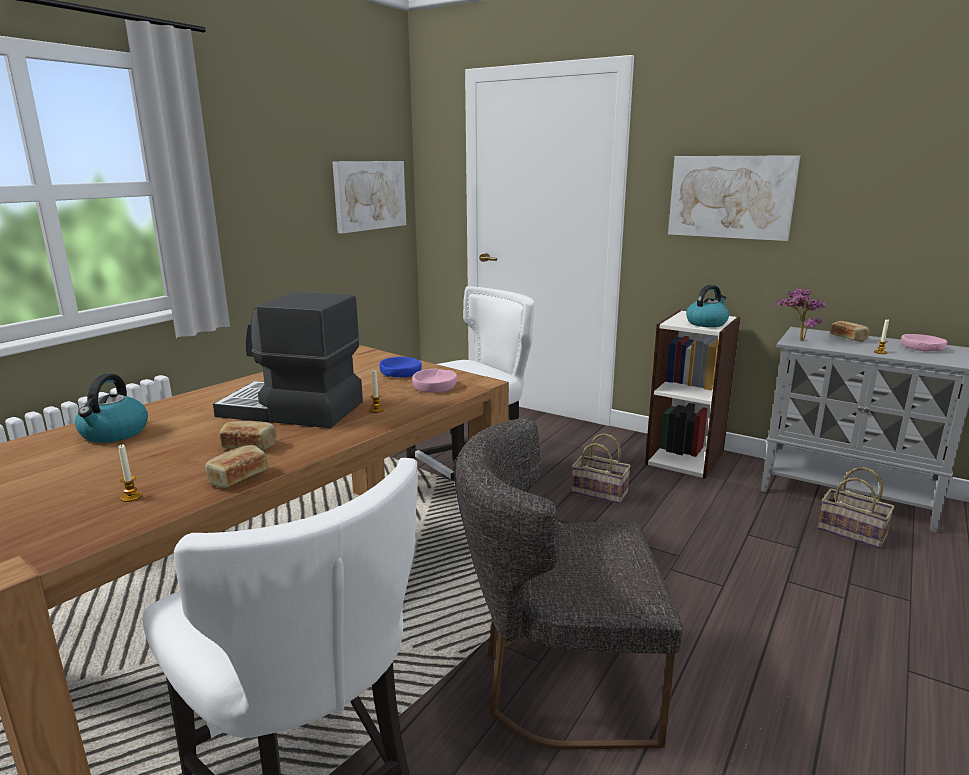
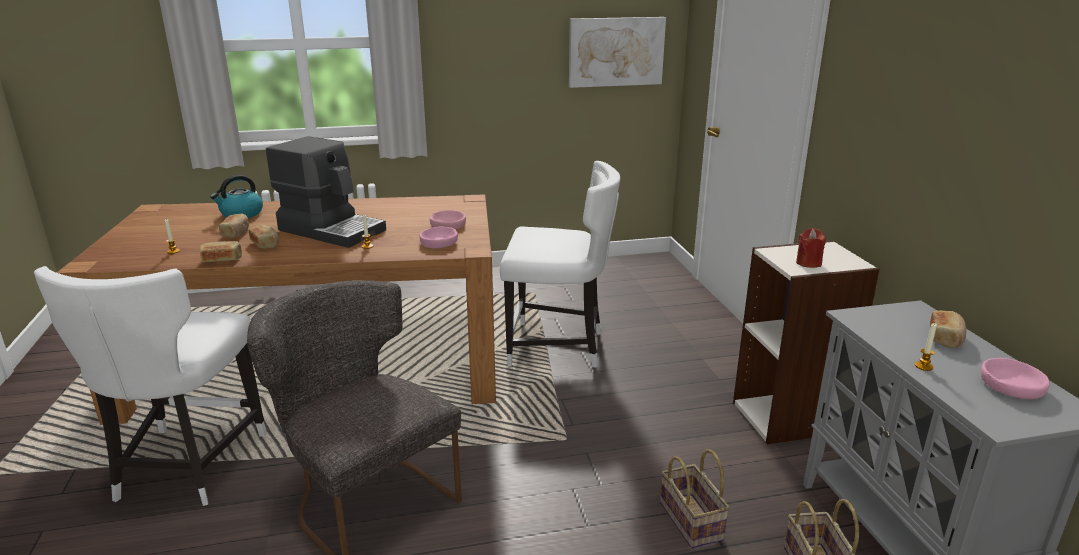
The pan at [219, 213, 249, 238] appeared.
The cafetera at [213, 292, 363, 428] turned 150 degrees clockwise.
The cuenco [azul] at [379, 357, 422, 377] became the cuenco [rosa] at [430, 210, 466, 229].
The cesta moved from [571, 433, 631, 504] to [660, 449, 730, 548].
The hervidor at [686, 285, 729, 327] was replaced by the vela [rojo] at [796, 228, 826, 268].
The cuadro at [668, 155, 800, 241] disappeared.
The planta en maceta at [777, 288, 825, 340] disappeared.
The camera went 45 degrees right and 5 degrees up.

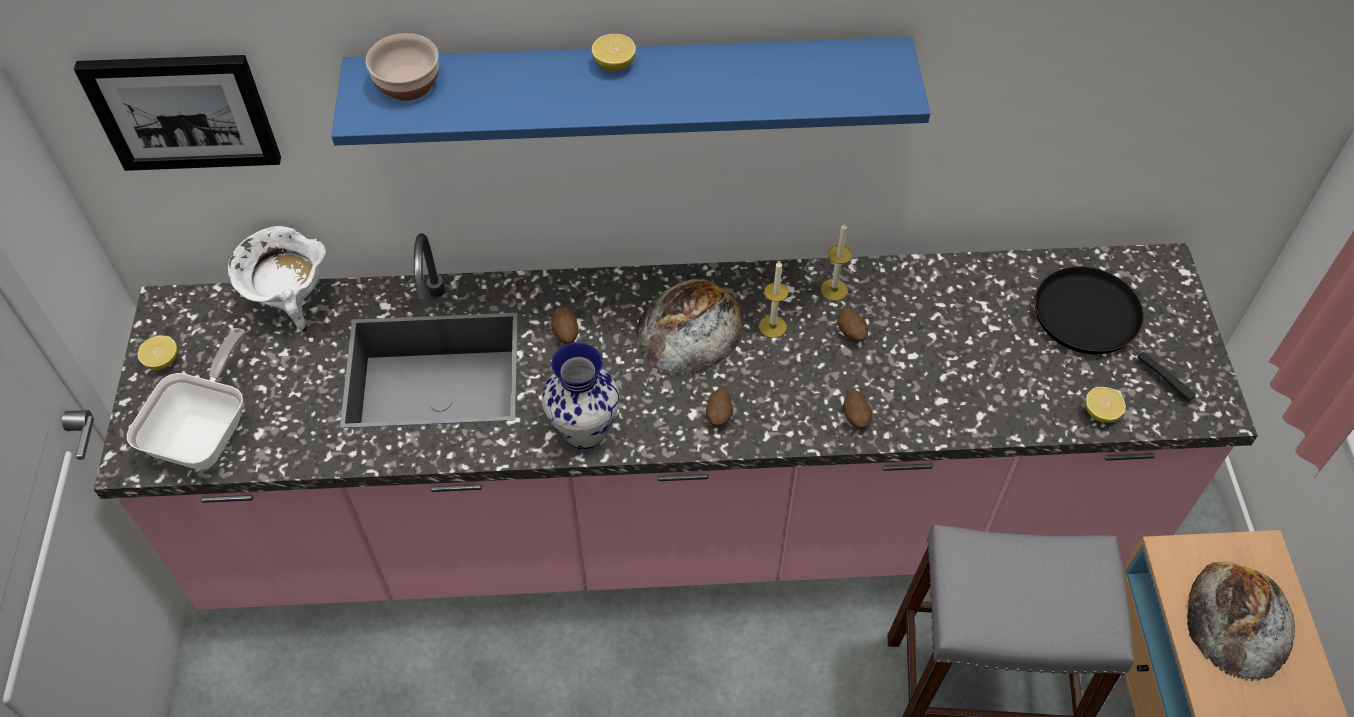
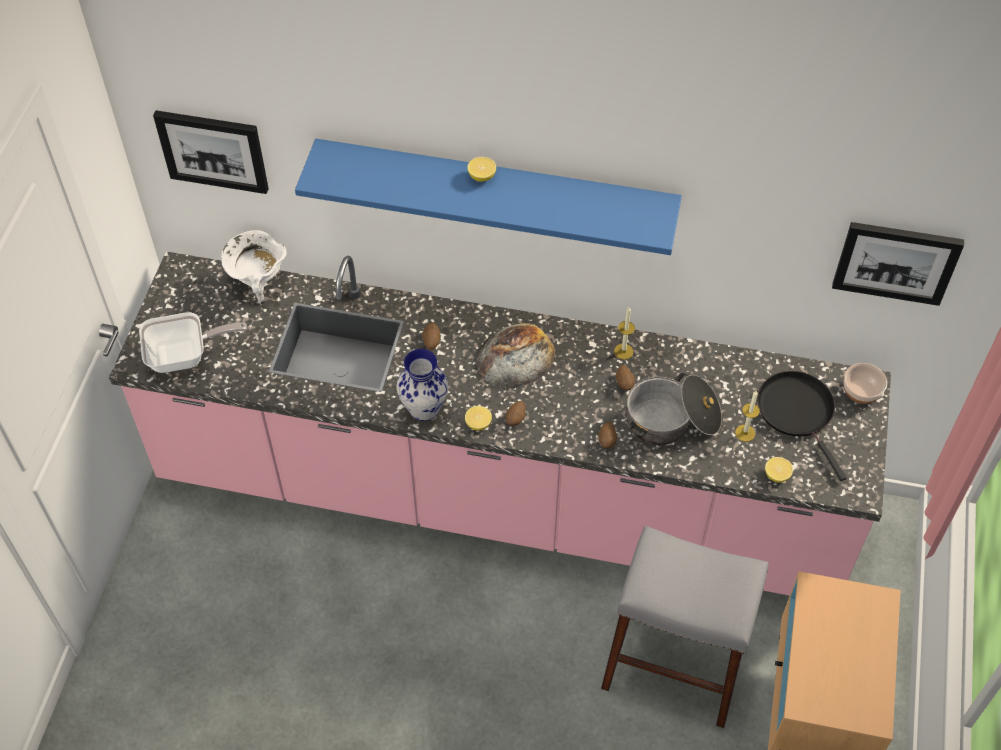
The sartén at [127, 328, 245, 470] turned 45 degrees clockwise.
The limón moved from [137, 336, 177, 370] to [465, 406, 492, 430].
The olla at [627, 373, 722, 445] appeared.
The vela moved from [759, 260, 788, 338] to [735, 391, 760, 442].
The cuadro at [832, 222, 964, 306] appeared.
The cuenco moved from [366, 33, 439, 101] to [844, 363, 887, 404].
The pan at [1187, 562, 1295, 681] disappeared.
The camera went 15 degrees right and 0 degrees up.

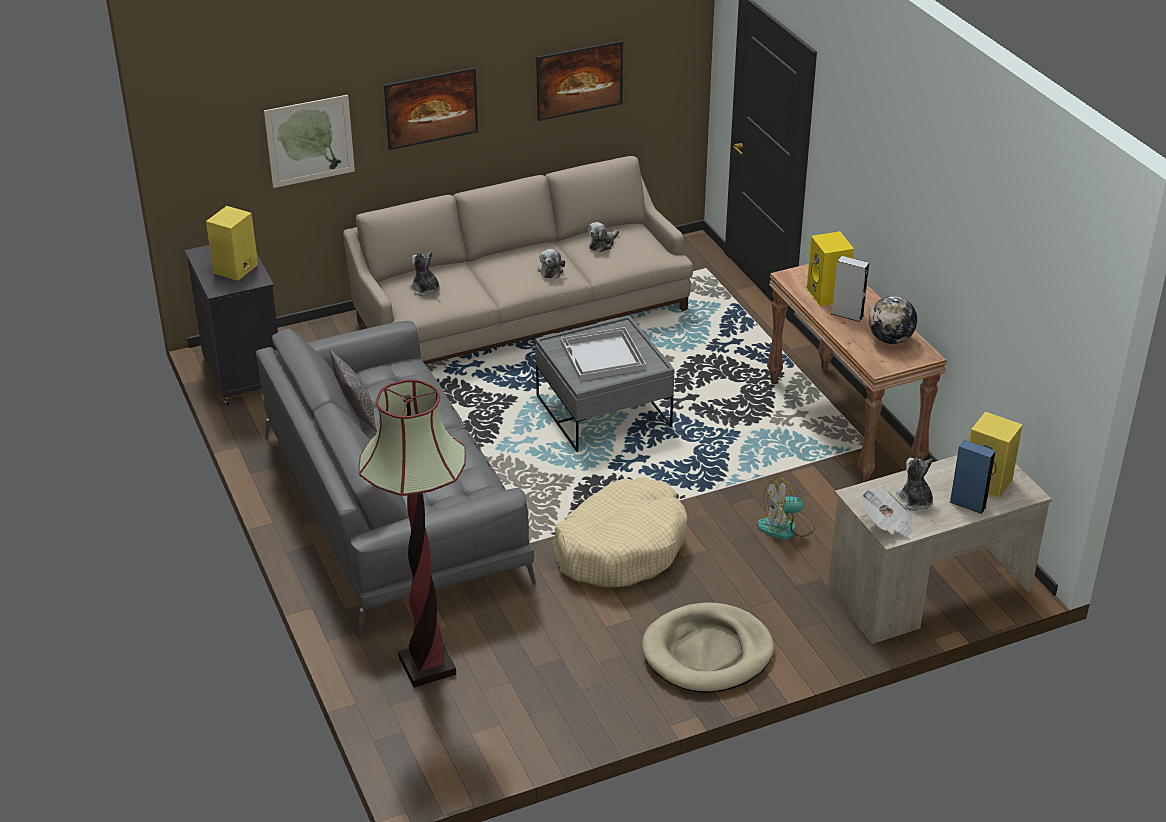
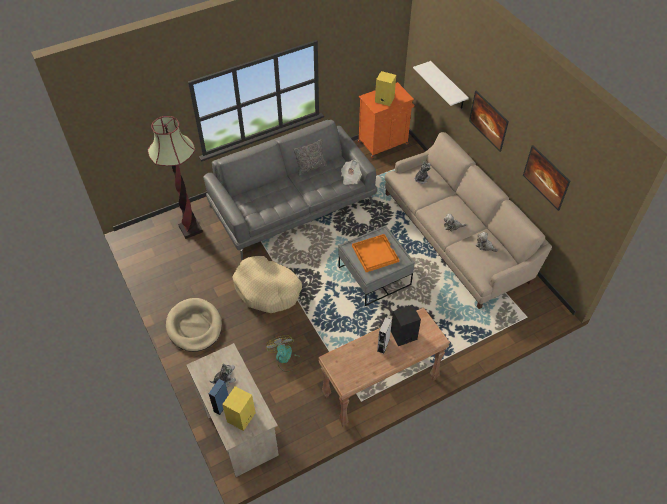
The periódico moved from [862, 487, 913, 538] to [341, 160, 362, 185].
The bandeja [blanco] at [561, 327, 646, 381] became the bandeja [naranja] at [352, 234, 399, 272].
The armario [negro] at [185, 245, 278, 405] became the armario [naranja] at [358, 82, 414, 158].
The altavoz [amarillo] at [807, 231, 854, 306] became the altavoz [negro] at [391, 305, 421, 346].
The cuadro at [264, 95, 355, 188] was replaced by the estante [blanco] at [413, 61, 469, 108].
The globo terráqueo at [869, 296, 917, 344] disappeared.
The camera went 85 degrees right and 15 degrees up.

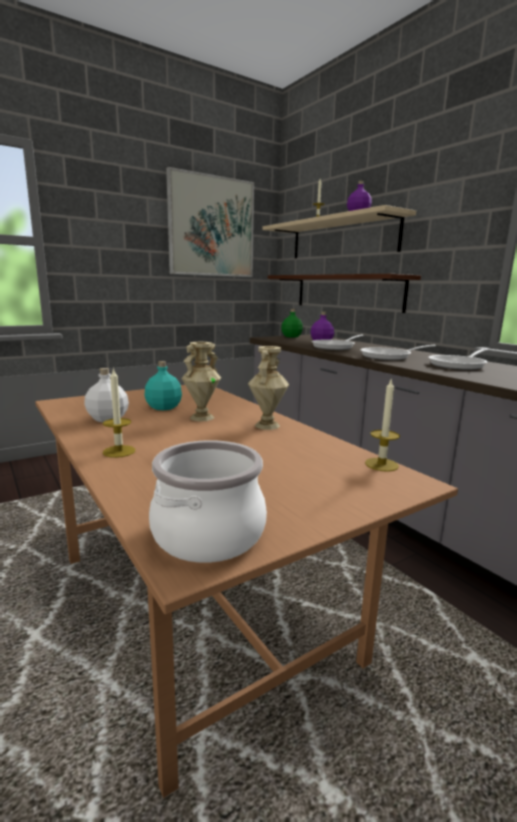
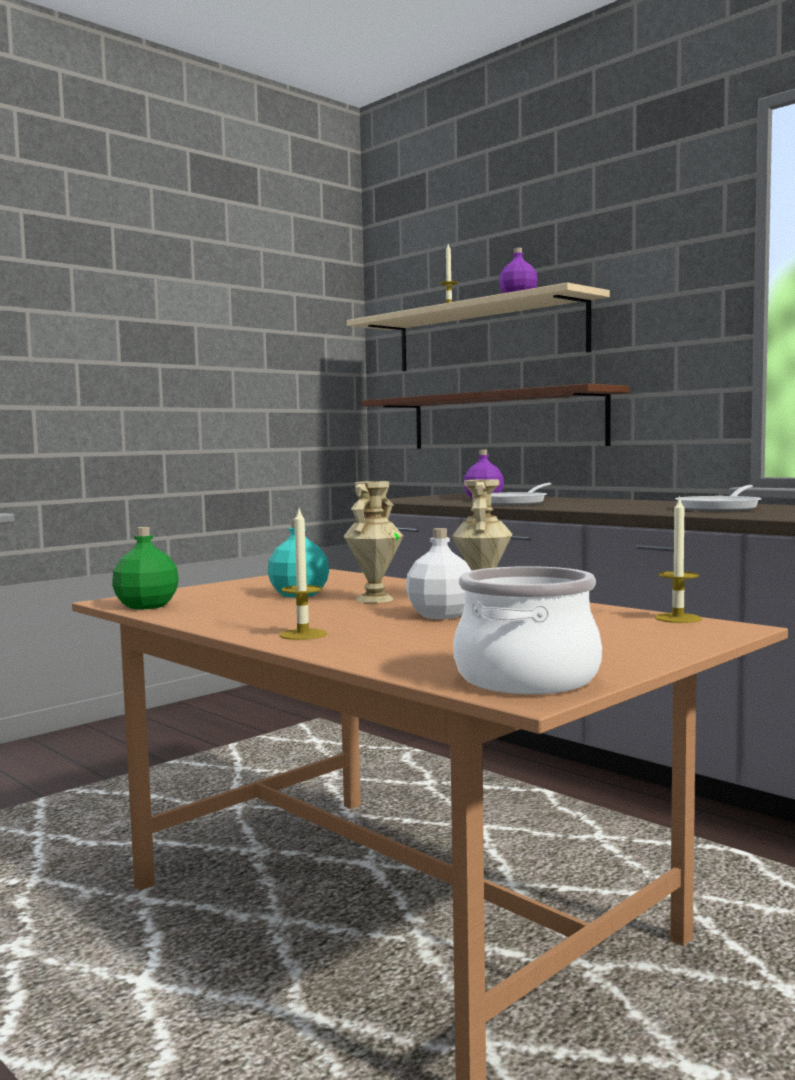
The botella [verde] moved from [281, 309, 303, 338] to [112, 527, 179, 609].
The botella [blanco] moved from [84, 368, 129, 422] to [406, 528, 472, 619].
The cuadro at [166, 167, 254, 277] disappeared.
The sartén at [360, 345, 436, 360] disappeared.
The camera went 10 degrees left and 10 degrees down.

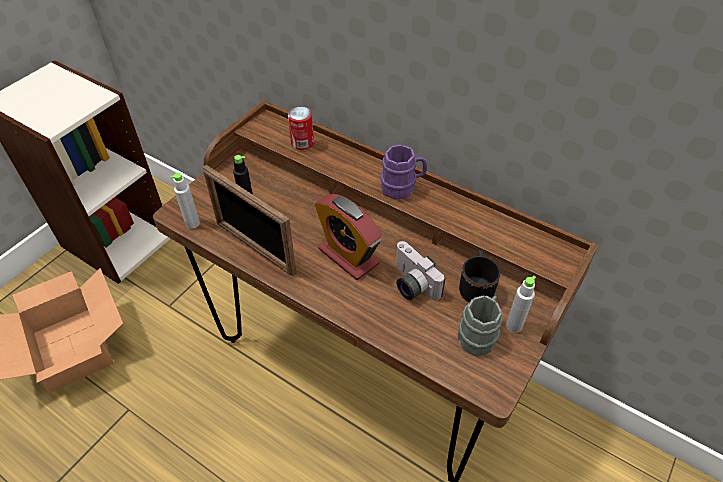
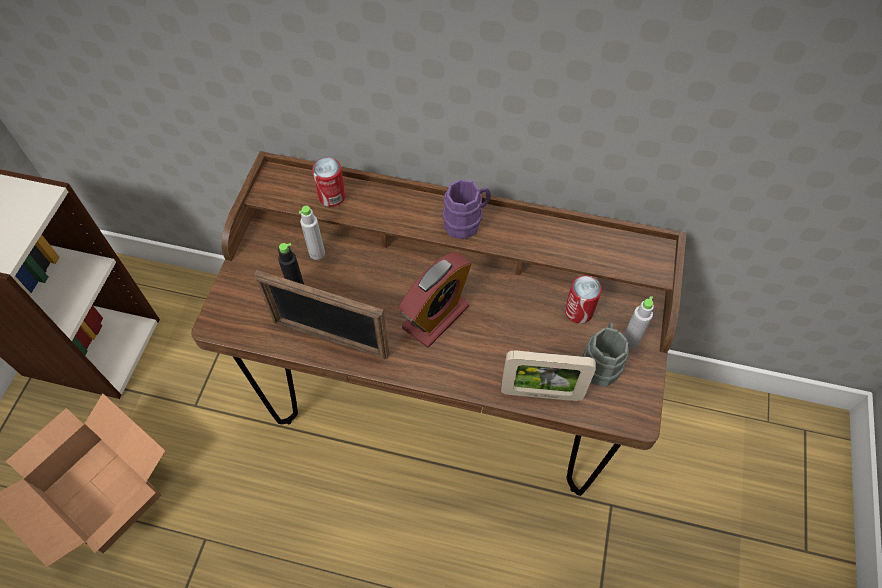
The botella [gris] moved from [171, 173, 200, 229] to [299, 206, 325, 260].
The despertador at [315, 194, 382, 280] turned 75 degrees counterclockwise.
The portarretratos at [501, 350, 596, 401] appeared.
The taza grande [negro] at [459, 250, 500, 302] was replaced by the lata at [565, 275, 602, 323].
The cámara at [396, 241, 445, 300] disappeared.
The camera went 20 degrees left and 10 degrees up.

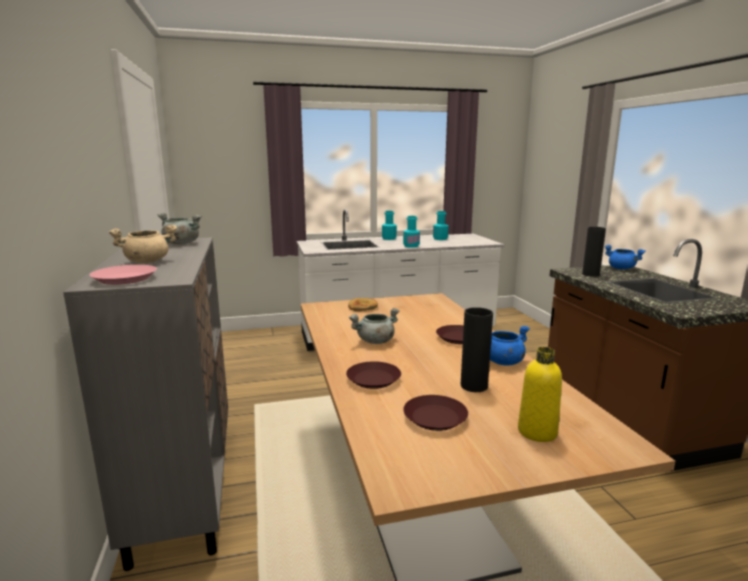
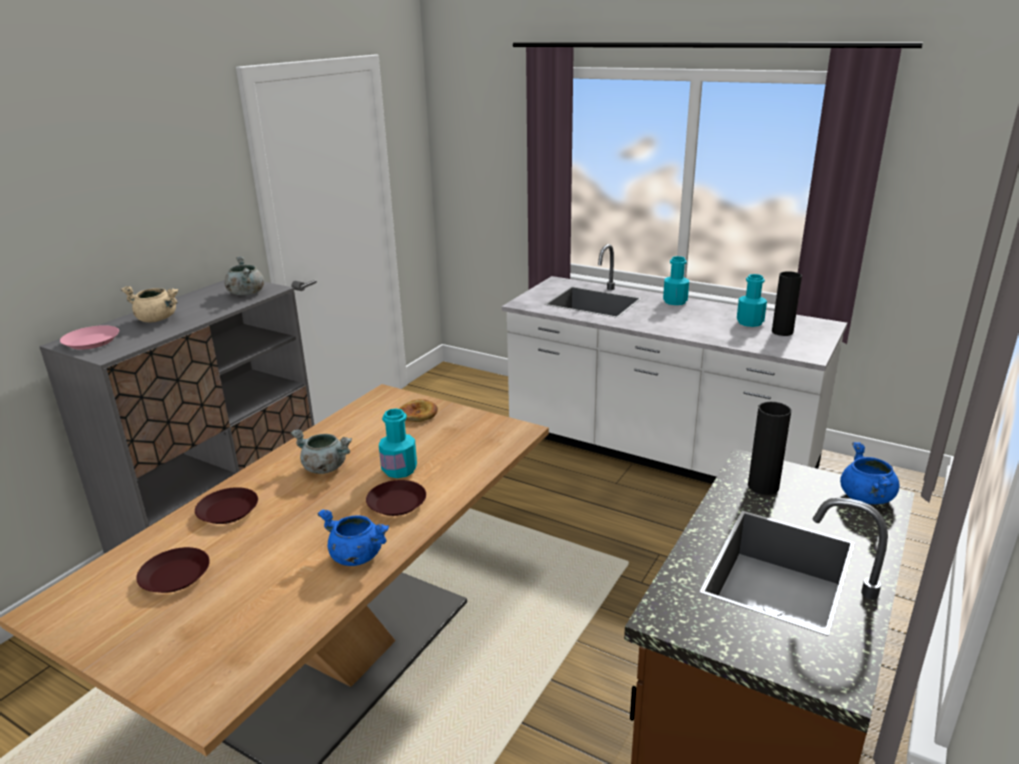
The botella [turquesa] moved from [403, 216, 420, 248] to [379, 408, 417, 478].
The florero [negro] moved from [461, 307, 493, 392] to [772, 271, 802, 336].
The botella [amarillo] at [518, 347, 562, 442] disappeared.
The camera went 45 degrees right and 10 degrees up.

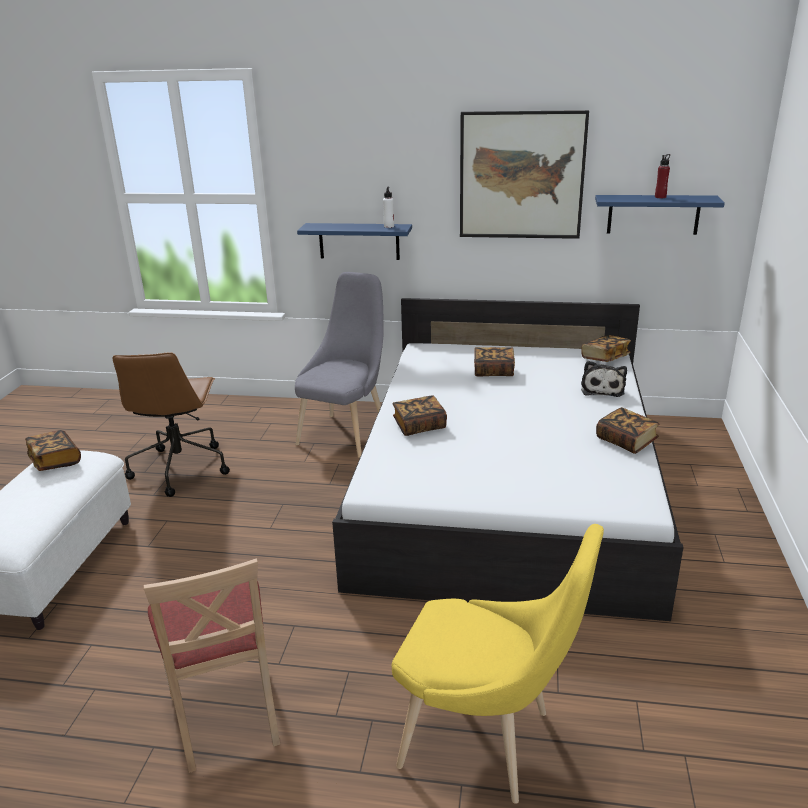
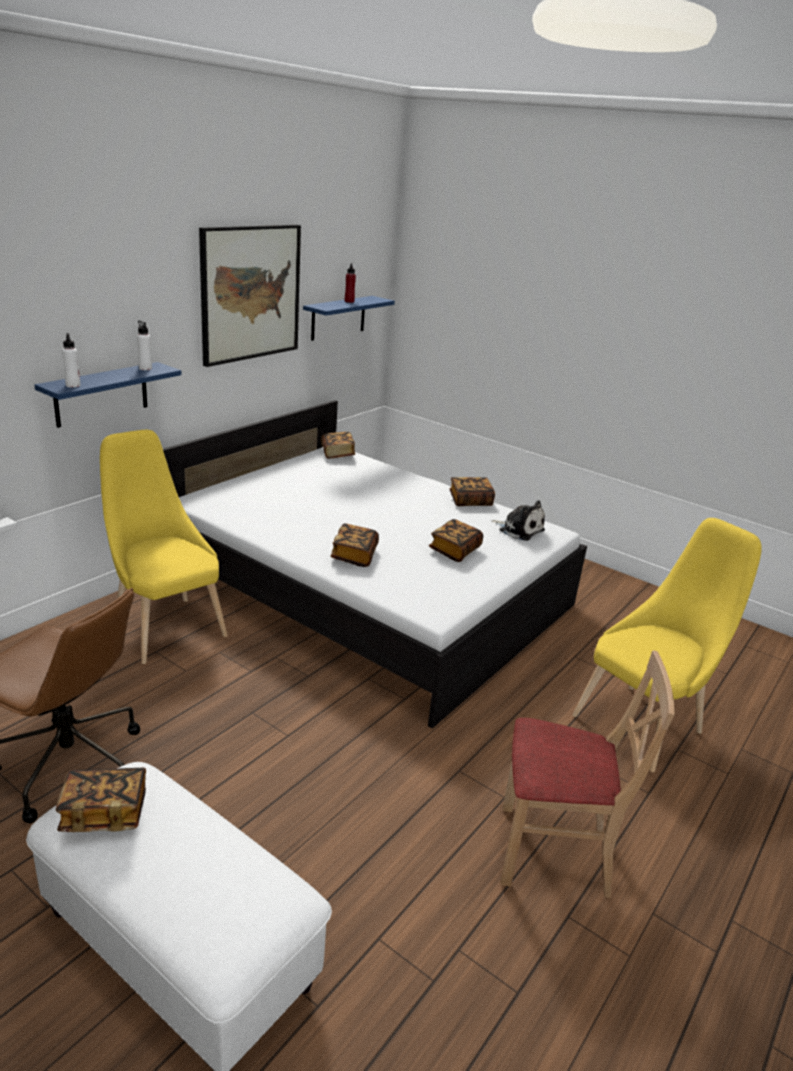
The botella [blanco] at [62, 333, 80, 388] appeared.
The silla [gris] at [295, 272, 384, 458] became the silla [amarillo] at [100, 430, 228, 664].
The libro moved from [474, 347, 515, 376] to [429, 519, 483, 562].
The peluche moved from [581, 361, 627, 397] to [491, 500, 545, 541].
The camera went 65 degrees left and 0 degrees up.

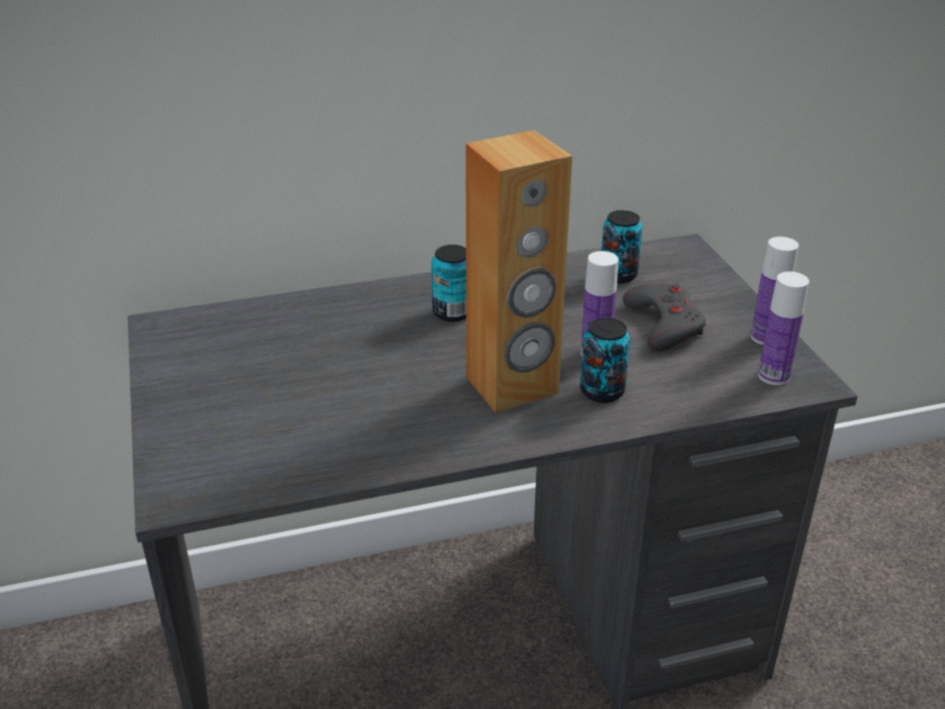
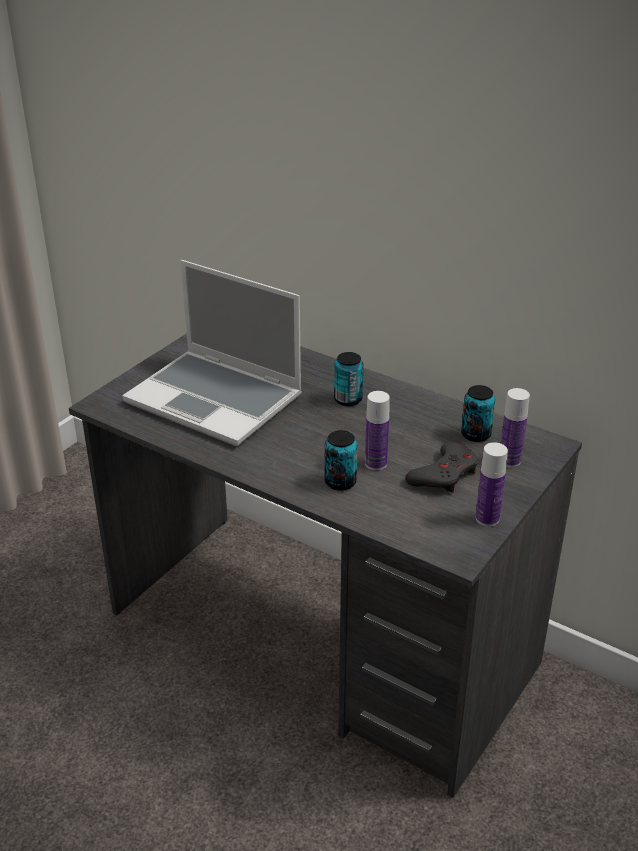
The portátil at [122, 260, 302, 446] appeared.
The botella moved from [758, 271, 809, 385] to [501, 388, 530, 468].
The altavoz [marrón] at [466, 130, 572, 413] disappeared.
The camera went 50 degrees right and 0 degrees up.

